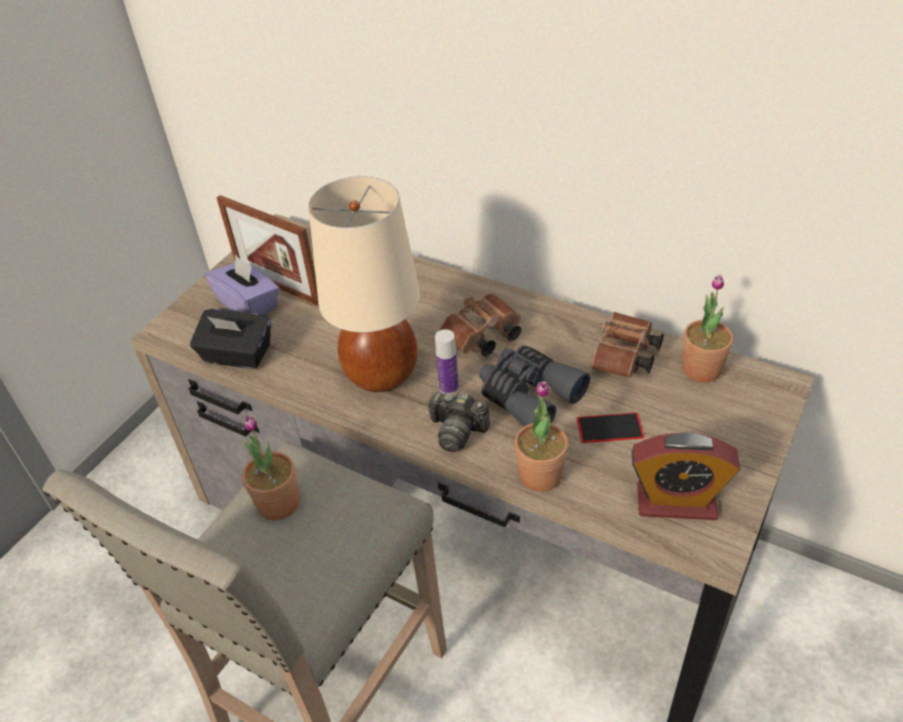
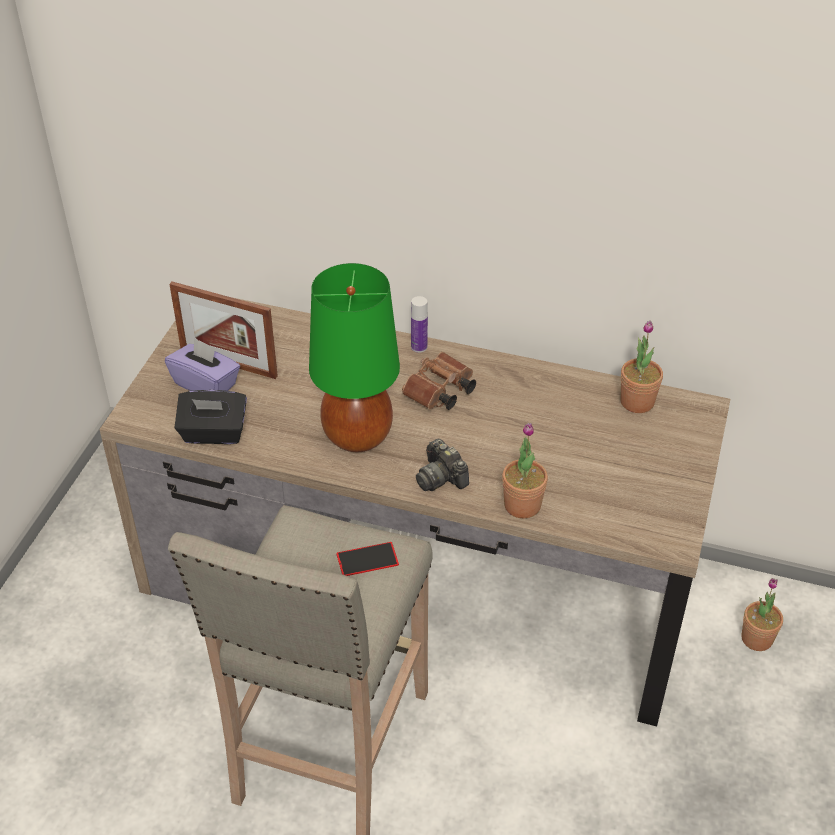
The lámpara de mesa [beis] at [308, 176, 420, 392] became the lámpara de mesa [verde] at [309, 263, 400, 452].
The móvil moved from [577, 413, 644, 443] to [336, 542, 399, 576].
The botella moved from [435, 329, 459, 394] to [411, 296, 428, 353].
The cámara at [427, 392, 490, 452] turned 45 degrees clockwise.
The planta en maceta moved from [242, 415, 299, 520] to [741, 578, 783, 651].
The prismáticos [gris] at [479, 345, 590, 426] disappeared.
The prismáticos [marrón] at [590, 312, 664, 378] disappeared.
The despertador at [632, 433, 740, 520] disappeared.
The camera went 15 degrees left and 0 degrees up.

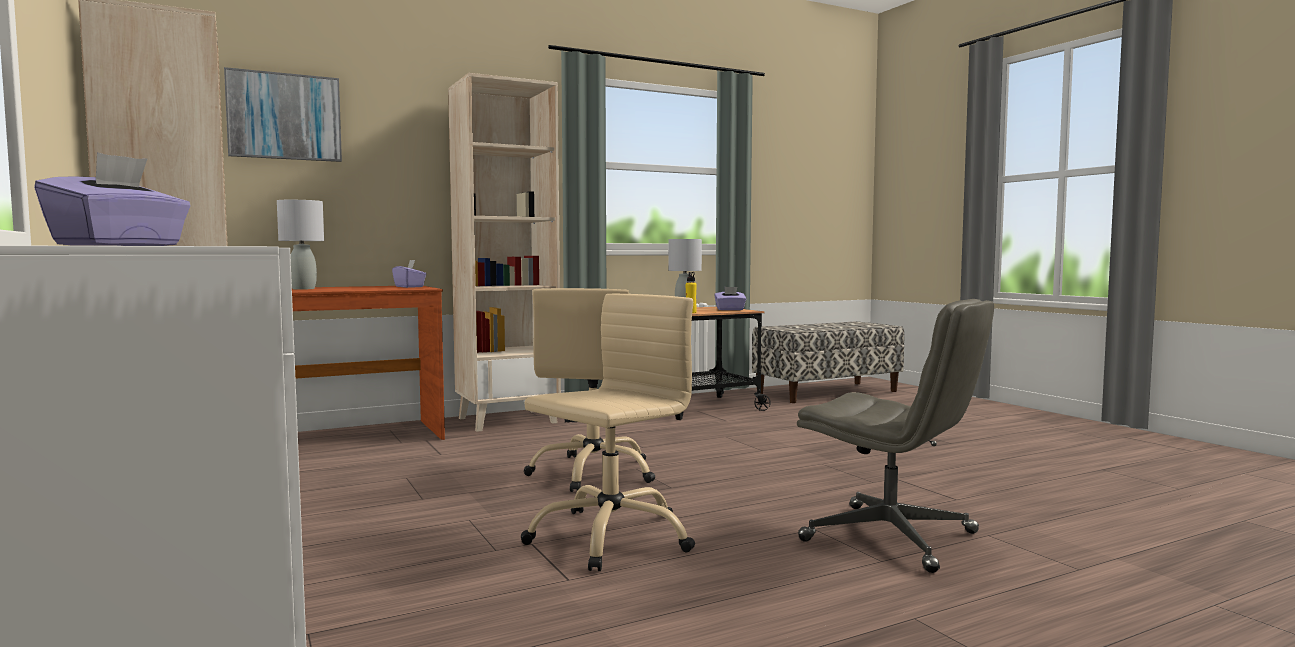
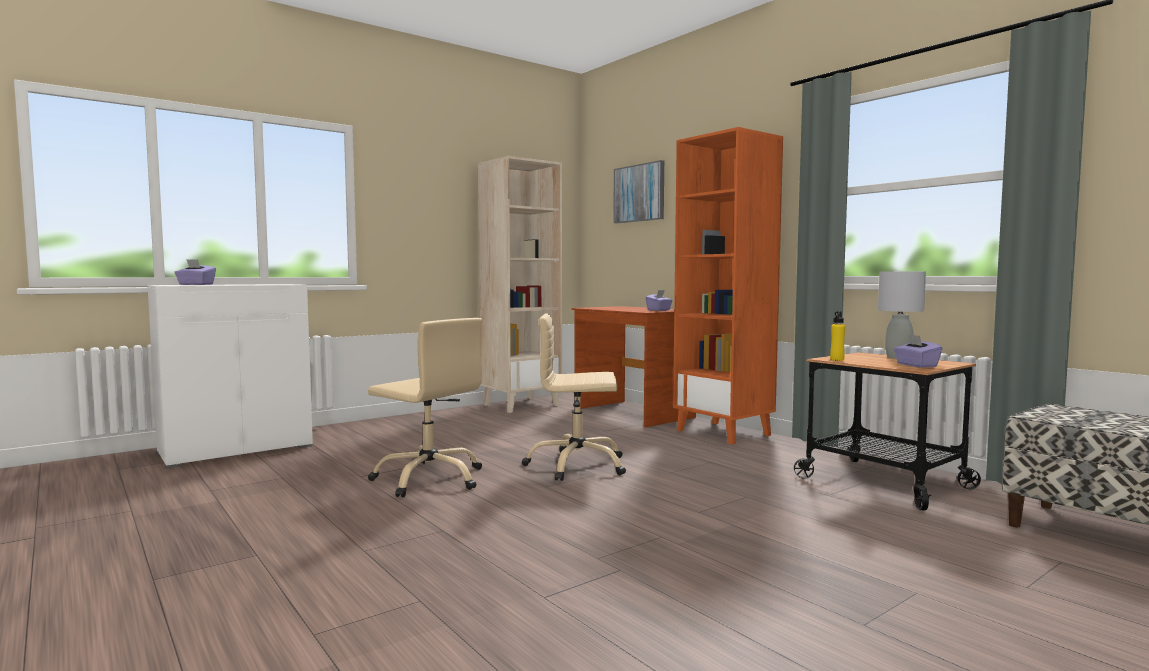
The estantería [beis] at [448, 73, 561, 432] became the estantería [naranja] at [673, 127, 783, 445].
The lámpara de mesa [gris] at [277, 200, 324, 290] disappeared.
The silla de oficina [gris] at [797, 299, 994, 573] disappeared.
The camera went 80 degrees right and 0 degrees up.

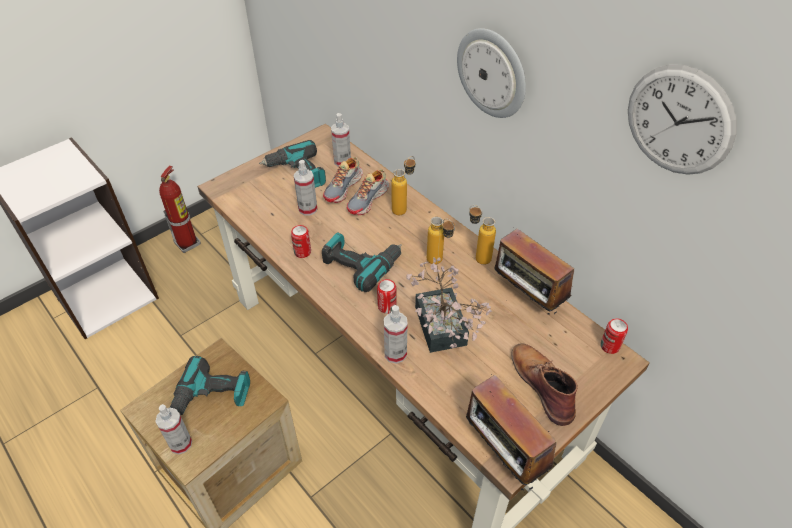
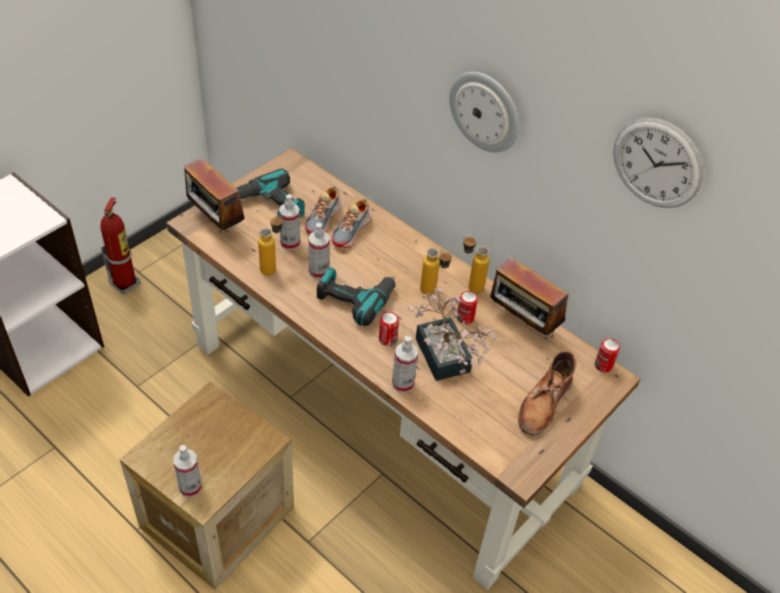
The radio moved from [466, 370, 557, 491] to [184, 158, 245, 233].
The botella moved from [392, 156, 415, 215] to [258, 214, 283, 276].
The pulverizador moved from [331, 113, 351, 167] to [308, 223, 330, 279].
The lata moved from [291, 225, 311, 258] to [457, 291, 478, 324].
The bota [marrón] at [512, 343, 578, 426] turned 120 degrees counterclockwise.
The taladro at [169, 356, 250, 415] disappeared.
The camera went 10 degrees left and 0 degrees up.

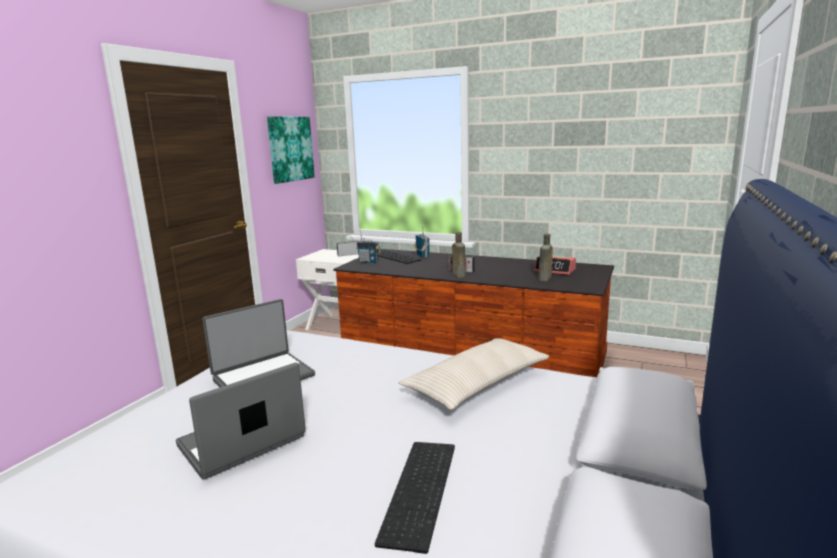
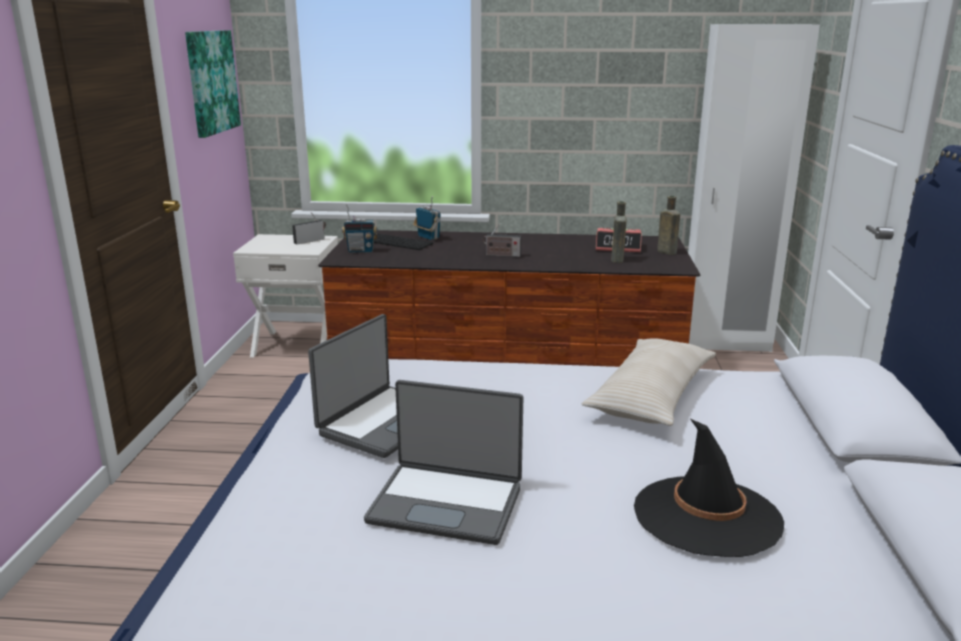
The portátil at [176, 363, 306, 480] turned 105 degrees counterclockwise.
The teclado at [375, 442, 455, 554] was replaced by the sombrero [negro] at [634, 419, 784, 557].
The botella [marrón] moved from [452, 232, 465, 278] to [657, 196, 680, 255].
The armario ropero [blanco] at [688, 24, 820, 352] appeared.
The camera went 20 degrees left and 5 degrees up.

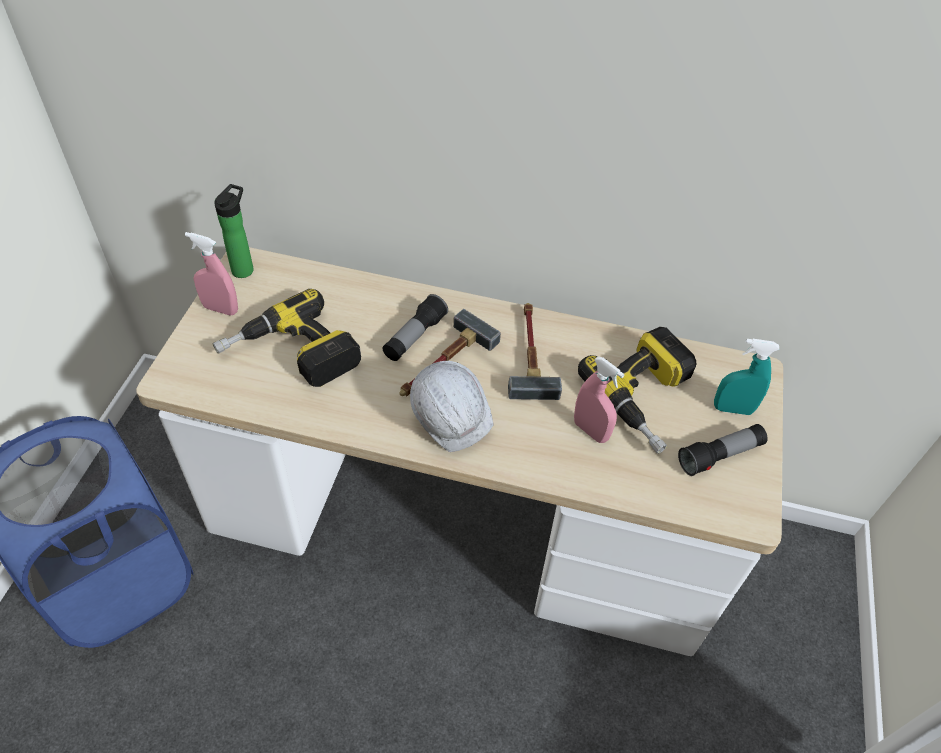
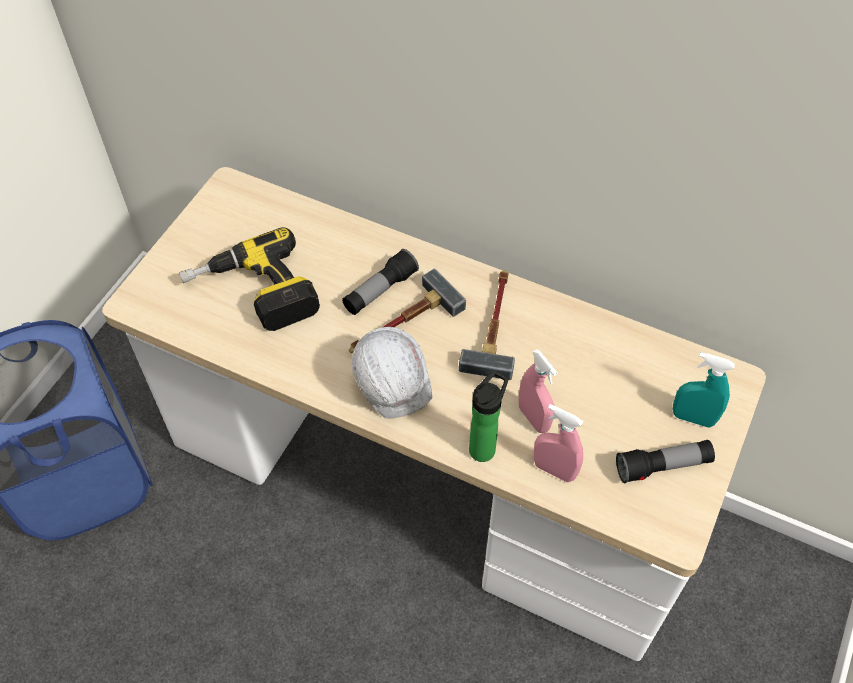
The botella moved from [214, 184, 254, 278] to [469, 371, 508, 462].
The pulverizador [rosa] moved from [185, 232, 238, 316] to [534, 404, 583, 482].
The taladro at [578, 327, 696, 454] disappeared.
The camera went 15 degrees right and 5 degrees up.

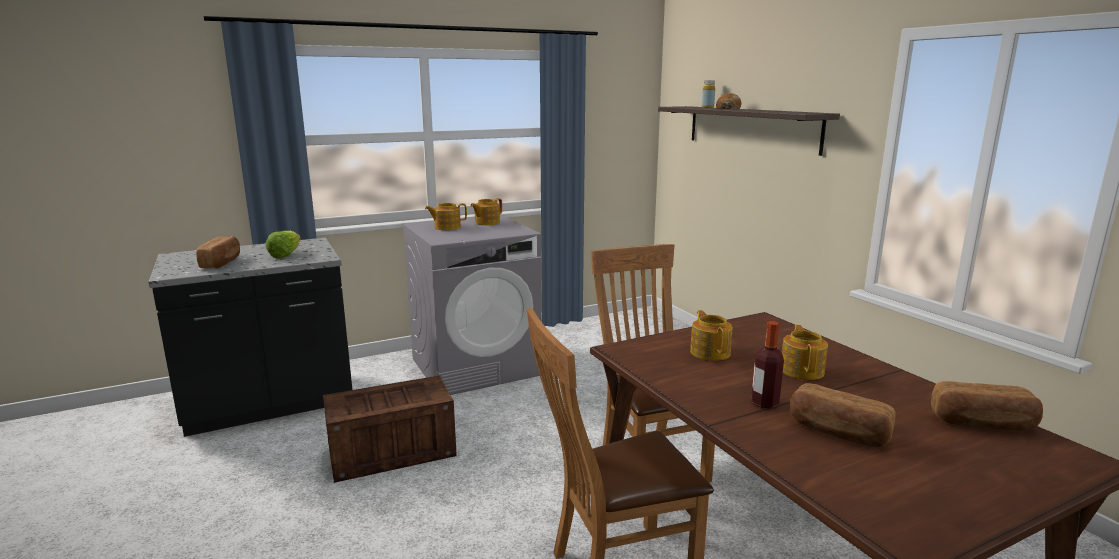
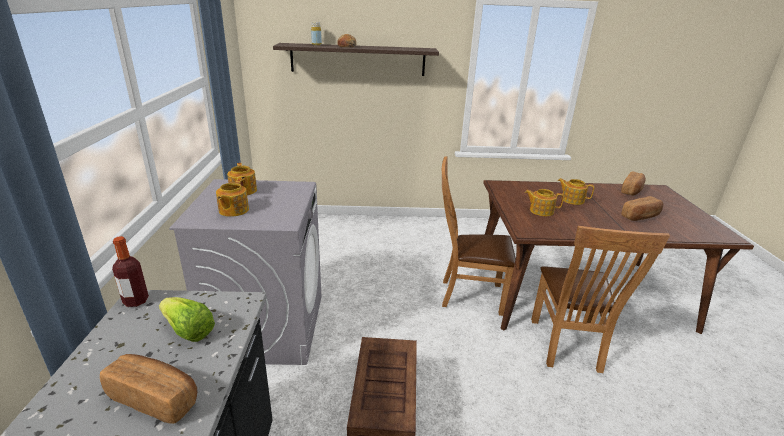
The botella moved from [751, 321, 784, 408] to [112, 236, 149, 307].
The camera went 65 degrees left and 10 degrees up.

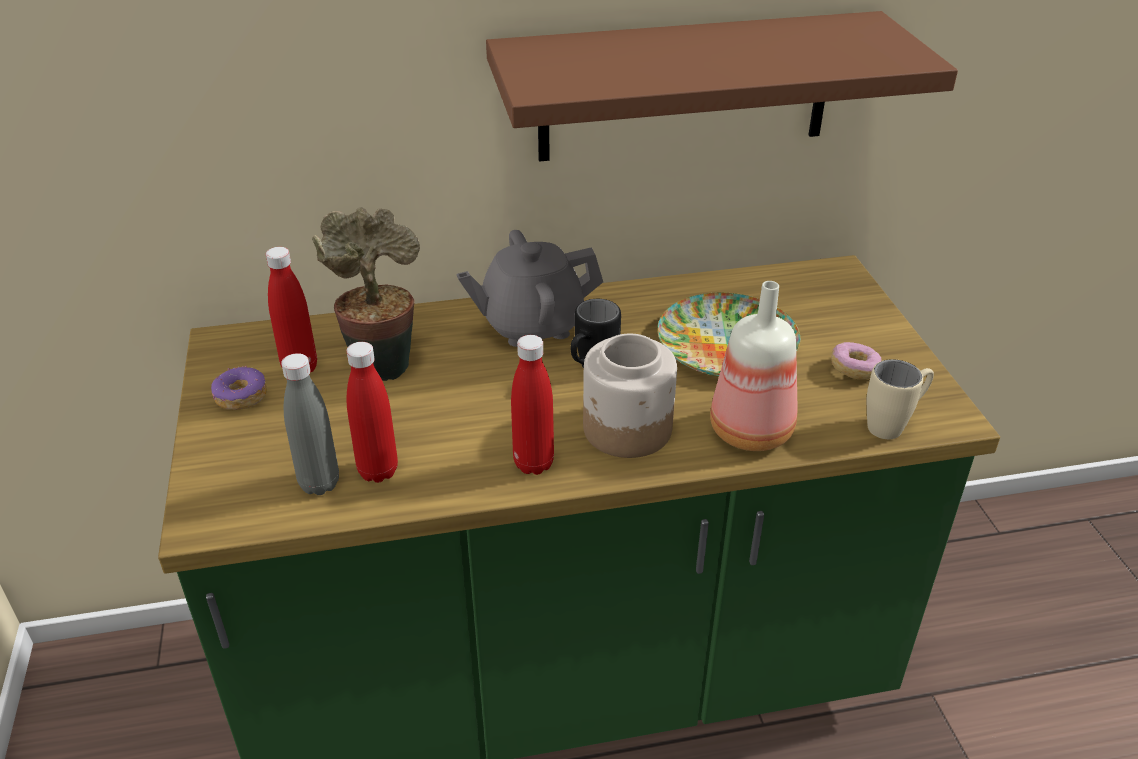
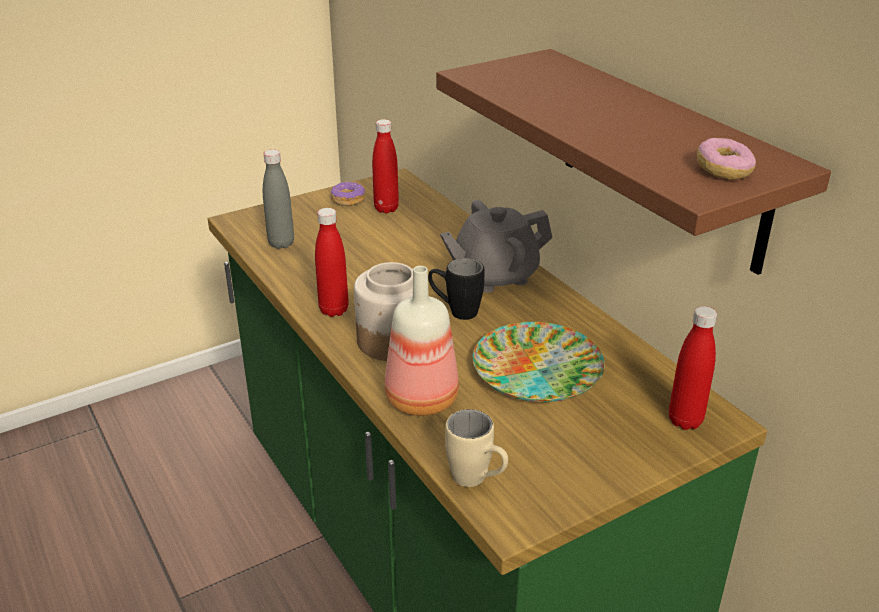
The tetera [gris] at [456, 230, 603, 347] turned 75 degrees counterclockwise.
The botella [rojo] moved from [347, 342, 398, 483] to [669, 306, 717, 430].
The rosquilla moved from [831, 342, 882, 379] to [697, 138, 756, 180].
The planta en maceta at [312, 207, 420, 381] disappeared.
The camera went 70 degrees right and 5 degrees down.

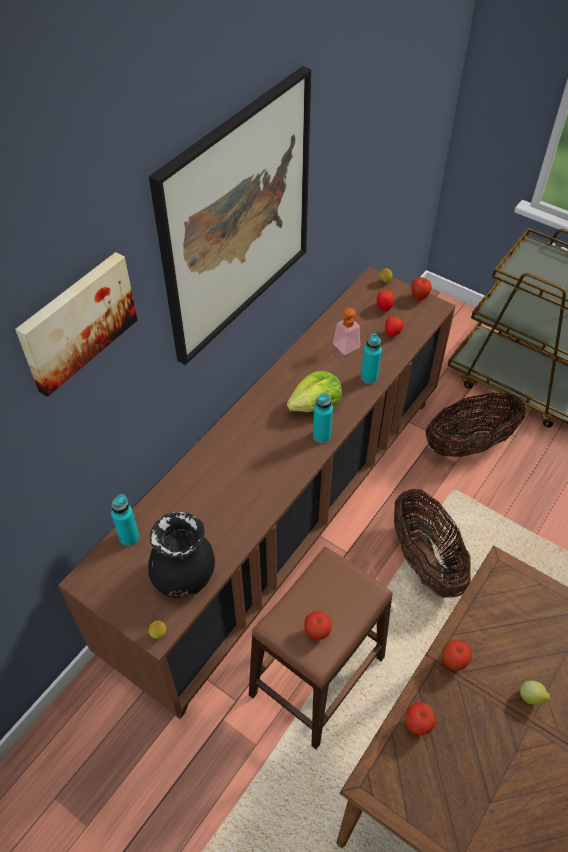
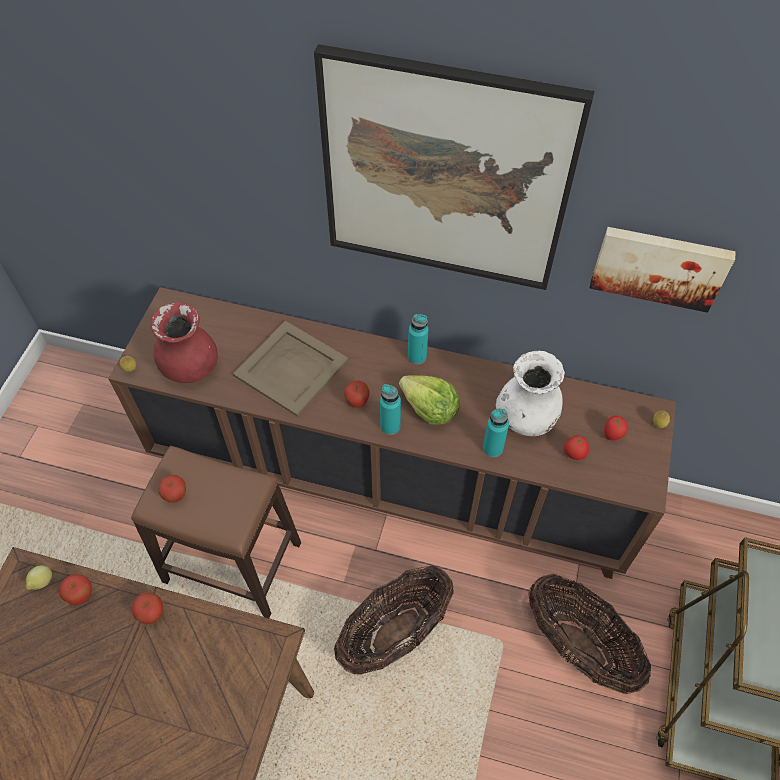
The limón moved from [520, 680, 550, 705] to [26, 565, 52, 590].
The florero [negro] at [148, 511, 215, 598] became the florero [rojo] at [151, 302, 218, 383].
The bandeja [beis] at [233, 321, 348, 417] appeared.
The manzana moved from [411, 277, 432, 300] to [344, 381, 370, 408].
The botella [turquesa] moved from [111, 494, 139, 546] to [408, 314, 428, 364].
The dispensador de jabón at [333, 308, 363, 355] was replaced by the florero [blanco] at [496, 351, 565, 436].
The cuadro moved from [15, 252, 137, 397] to [590, 227, 736, 313].
The camera went 70 degrees right and 5 degrees up.

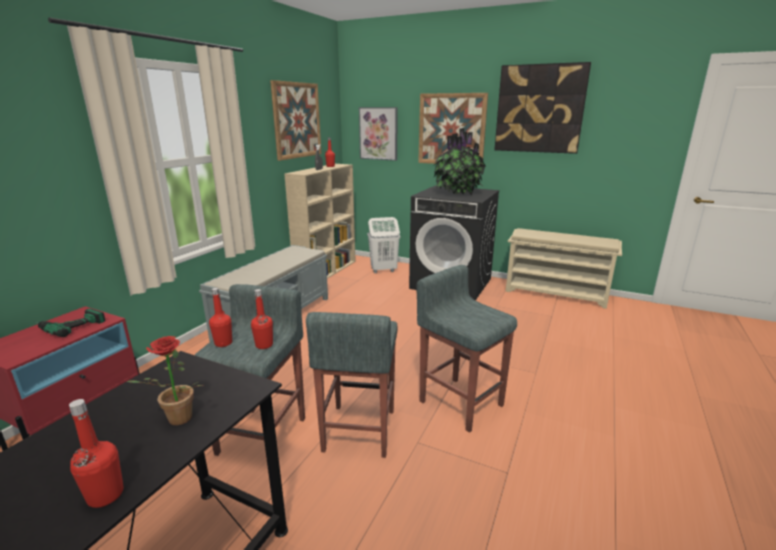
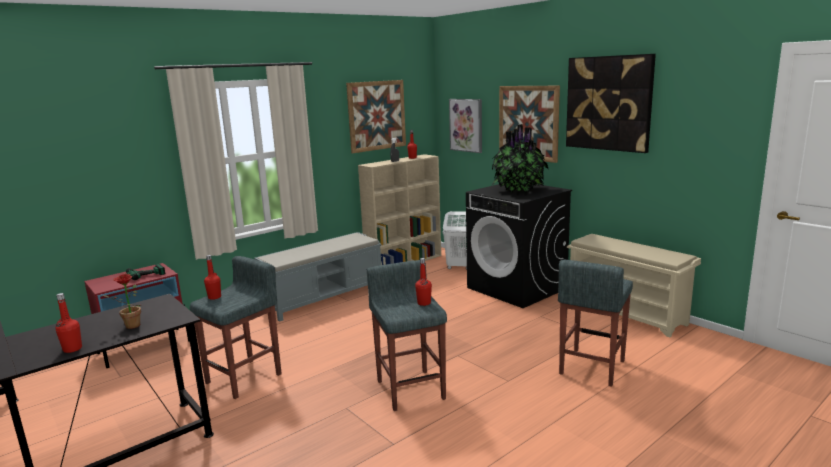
The botella [rojo] moved from [251, 289, 273, 349] to [415, 258, 432, 306].
The taburete [gris] moved from [306, 312, 398, 458] to [558, 260, 633, 387].
The camera went 25 degrees right and 5 degrees down.

